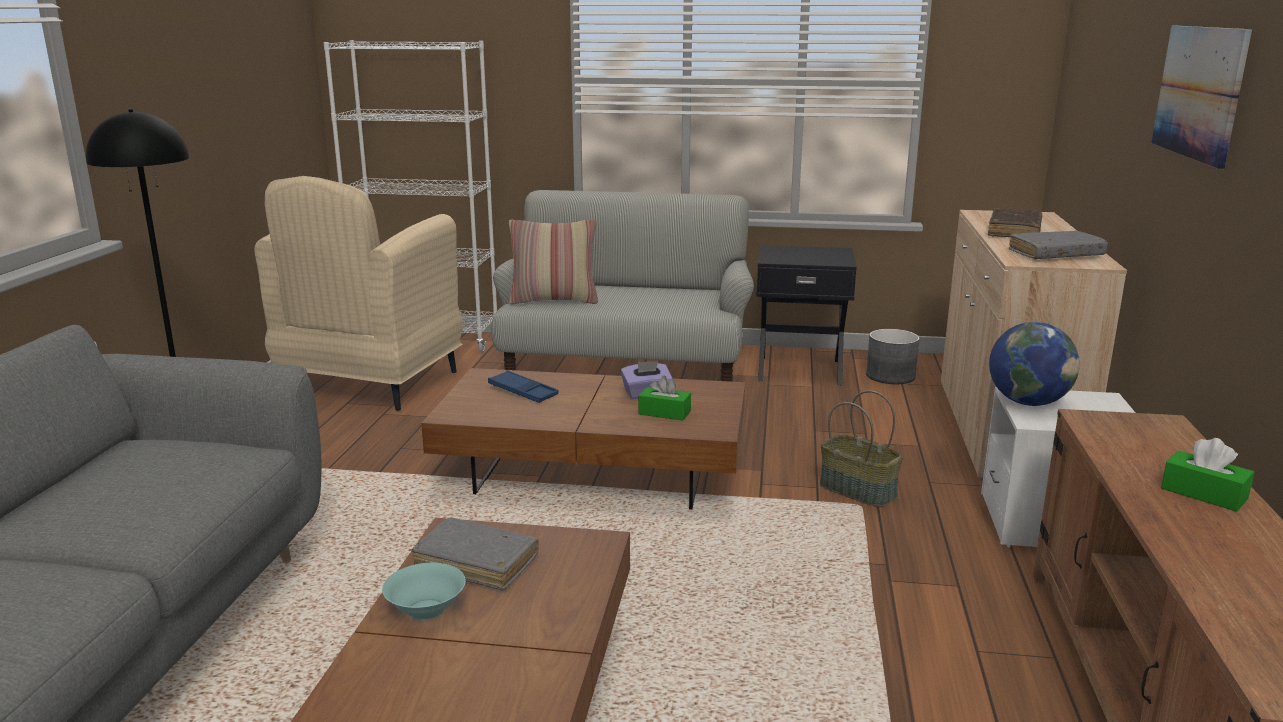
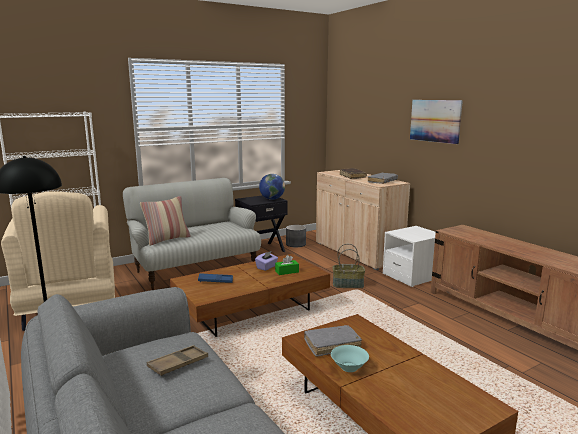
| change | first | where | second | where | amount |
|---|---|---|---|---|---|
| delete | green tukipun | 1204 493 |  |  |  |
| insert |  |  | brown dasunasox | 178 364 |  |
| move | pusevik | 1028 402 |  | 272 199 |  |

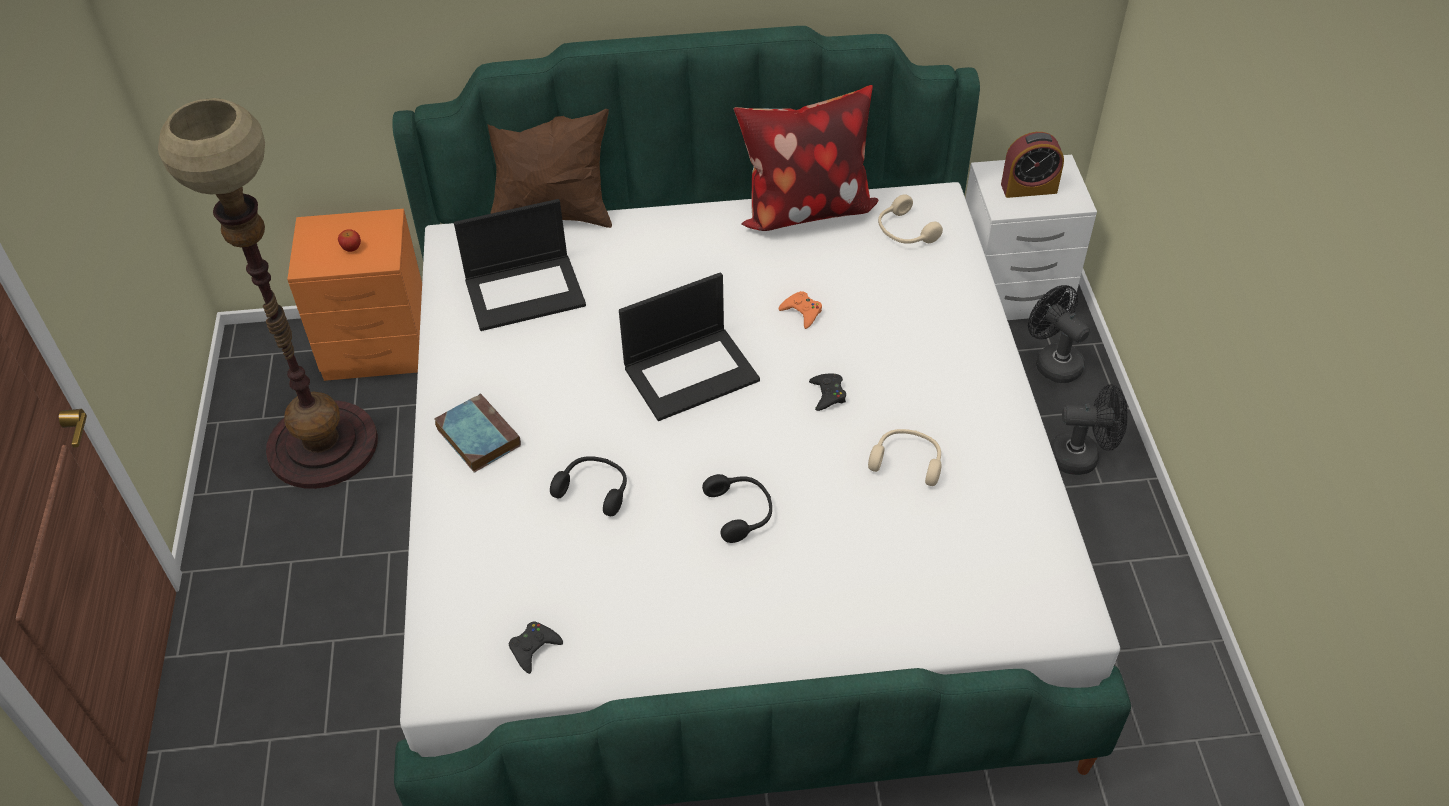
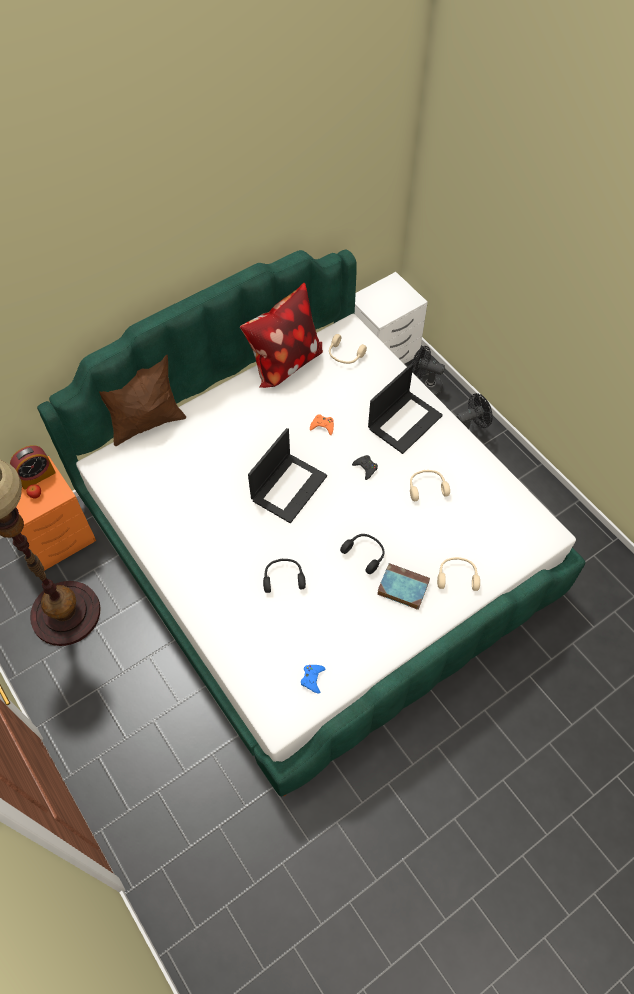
| change | first | where | second | where | amount |
|---|---|---|---|---|---|
| insert |  |  | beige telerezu | 457 576 |  |
| move | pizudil | 477 436 |  | 401 588 |  |
| move | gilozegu | 526 291 |  | 404 421 |  |
| move | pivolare | 1029 188 |  | 36 476 |  |
| recolor | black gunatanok | 534 648 | blue gunatanok | 312 678 |  |

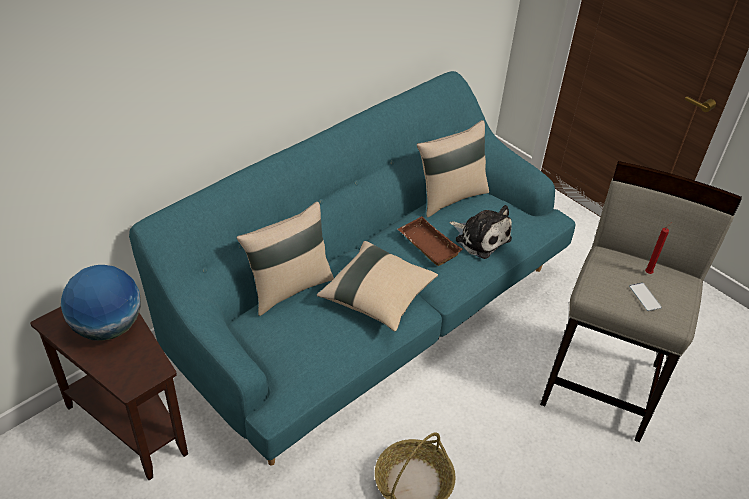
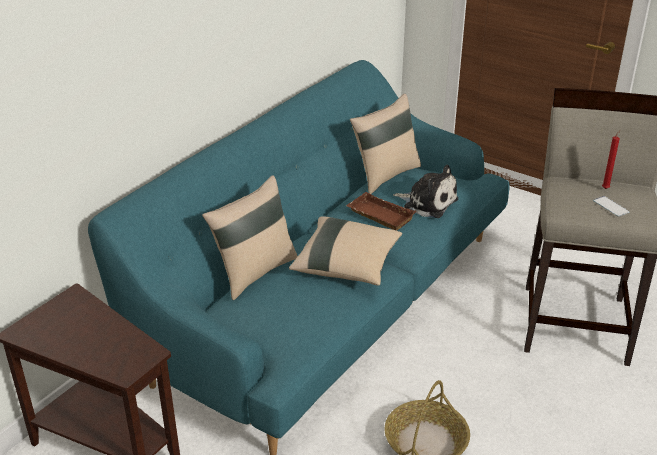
| change | first | where | second | where | amount |
|---|---|---|---|---|---|
| delete | pusevik | 108 327 |  |  |  |

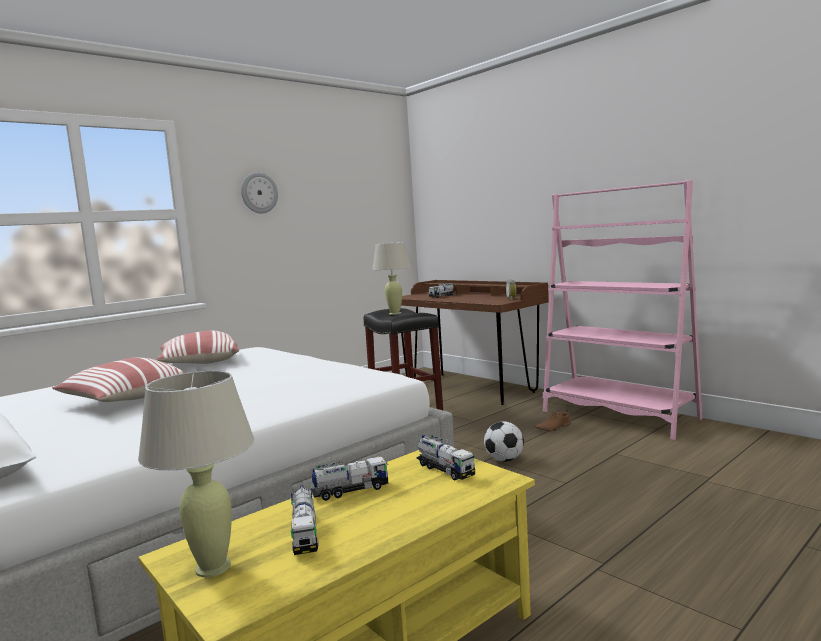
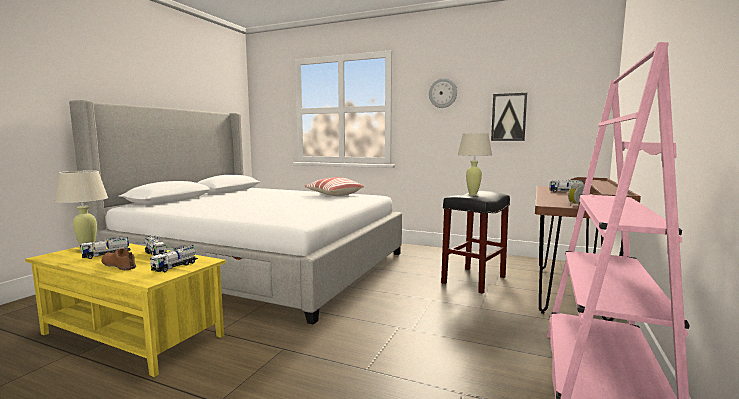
| change | first | where | second | where | amount |
|---|---|---|---|---|---|
| delete | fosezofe | 124 400 |  |  |  |
| delete | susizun | 504 460 |  |  |  |
| insert |  |  | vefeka | 508 117 |  |
| move | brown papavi | 553 428 |  | 119 265 |  |

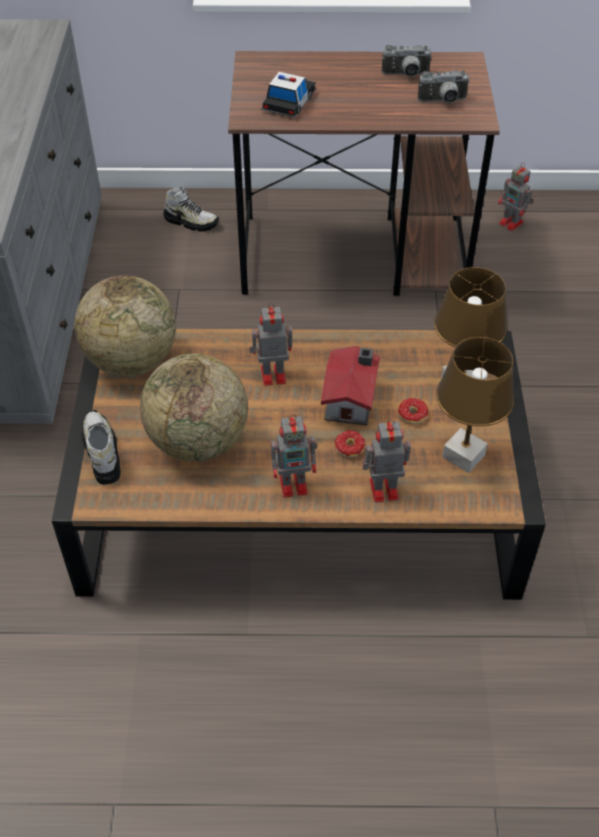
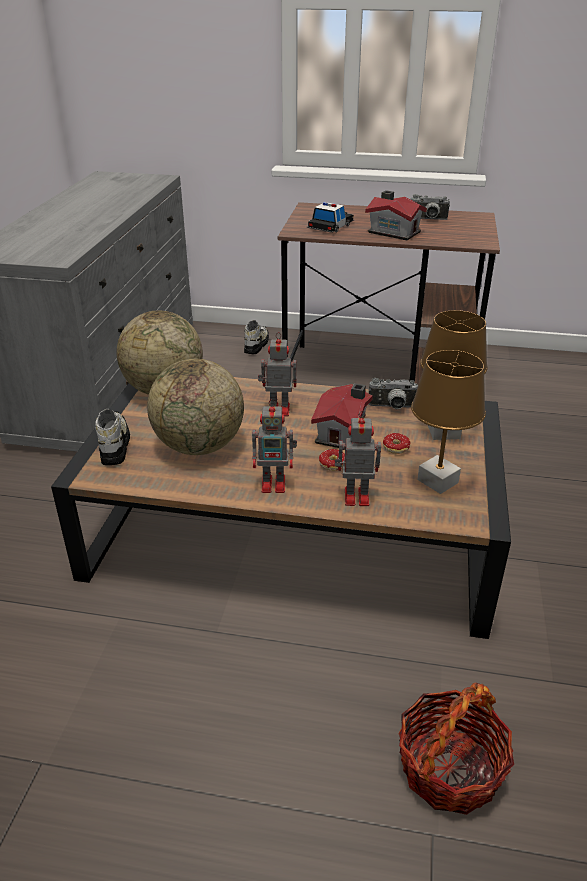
| change | first | where | second | where | amount |
|---|---|---|---|---|---|
| delete | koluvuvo | 512 223 |  |  |  |
| insert |  |  | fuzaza | 393 231 |  |
| insert |  |  | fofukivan | 449 769 |  |
| move | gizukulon | 443 101 |  | 392 407 |  |
| rotate | papavi | 191 222 |  | 256 345 | 105 degrees counterclockwise |

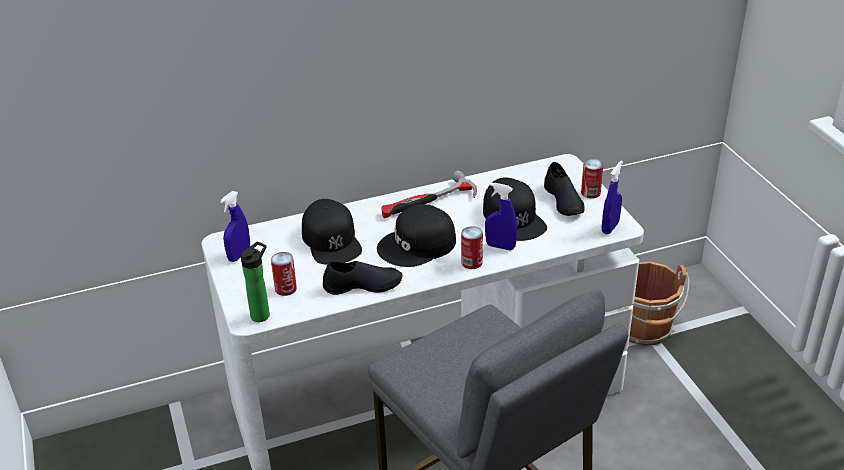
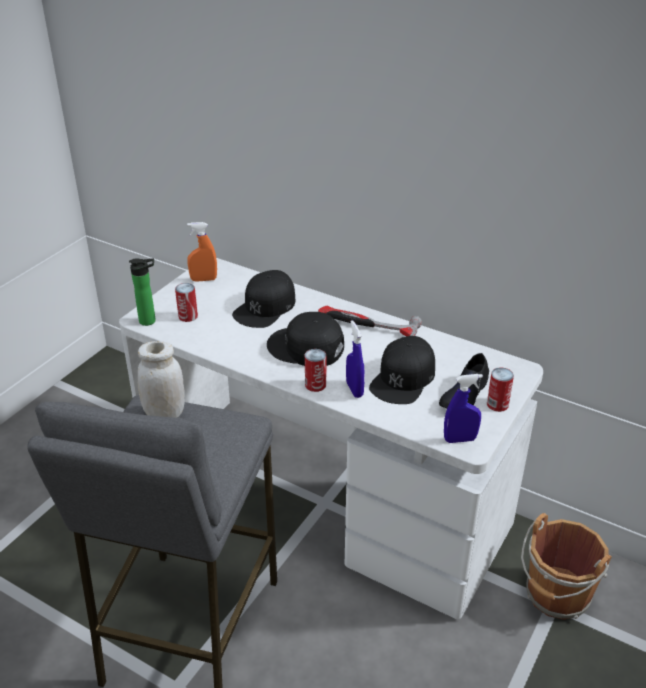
| change | first | where | second | where | amount |
|---|---|---|---|---|---|
| delete | black papavi | 363 285 |  |  |  |
| insert |  |  | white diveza | 165 413 |  |
| recolor | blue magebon | 239 255 | orange magebon | 203 279 |  |

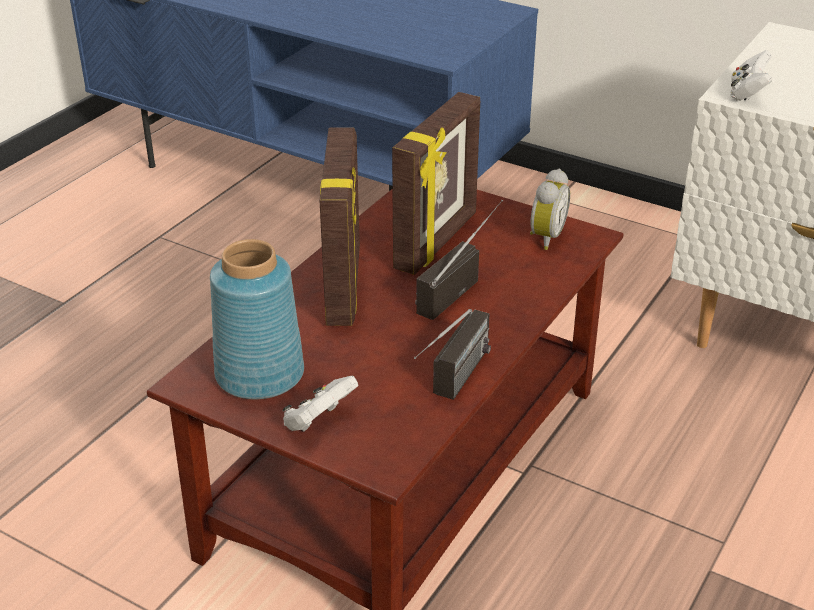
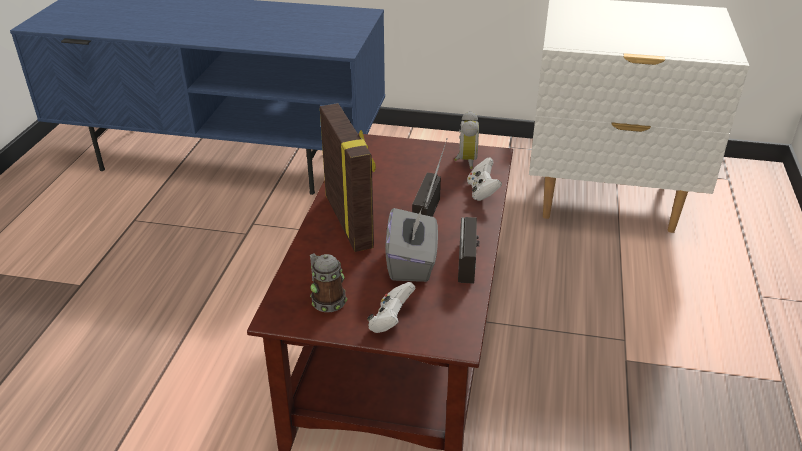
| change | first | where | second | where | amount |
|---|---|---|---|---|---|
| delete | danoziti | 438 242 |  |  |  |
| insert |  |  | grey tukipun | 412 263 |  |
| move | white gunatanok | 747 93 |  | 482 192 |  |
| replace | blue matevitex | 258 375 | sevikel | 326 299 |  |

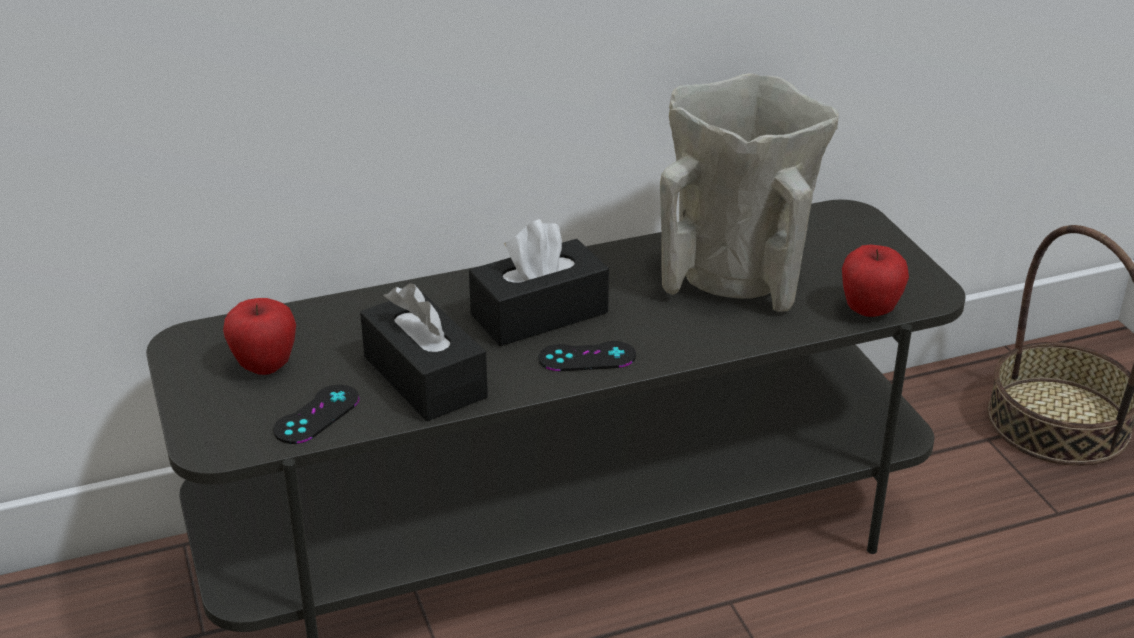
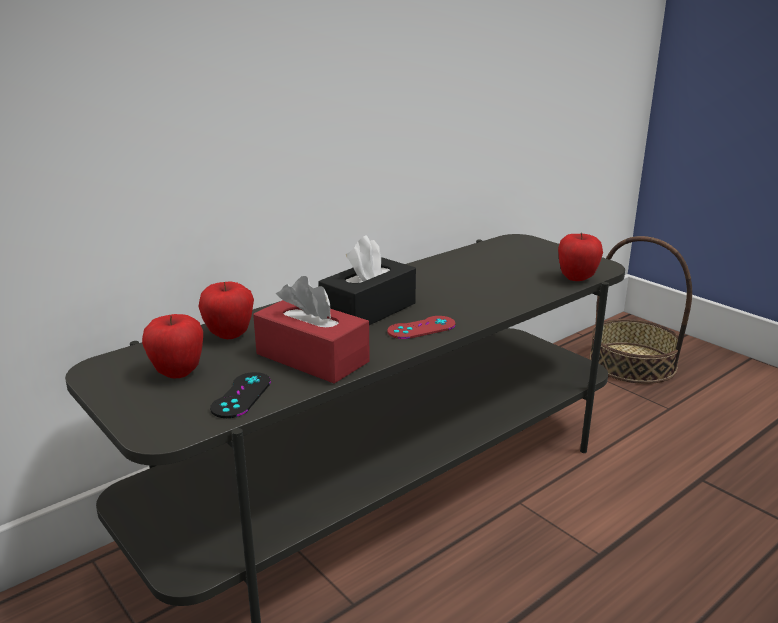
| change | first | where | second | where | amount |
|---|---|---|---|---|---|
| delete | beige matevitex | 739 274 |  |  |  |
| insert |  |  | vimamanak | 229 336 |  |
| recolor | black tukipun | 425 377 | red tukipun | 312 358 |  |
| recolor | black gunatanok | 587 357 | red gunatanok | 421 328 |  |

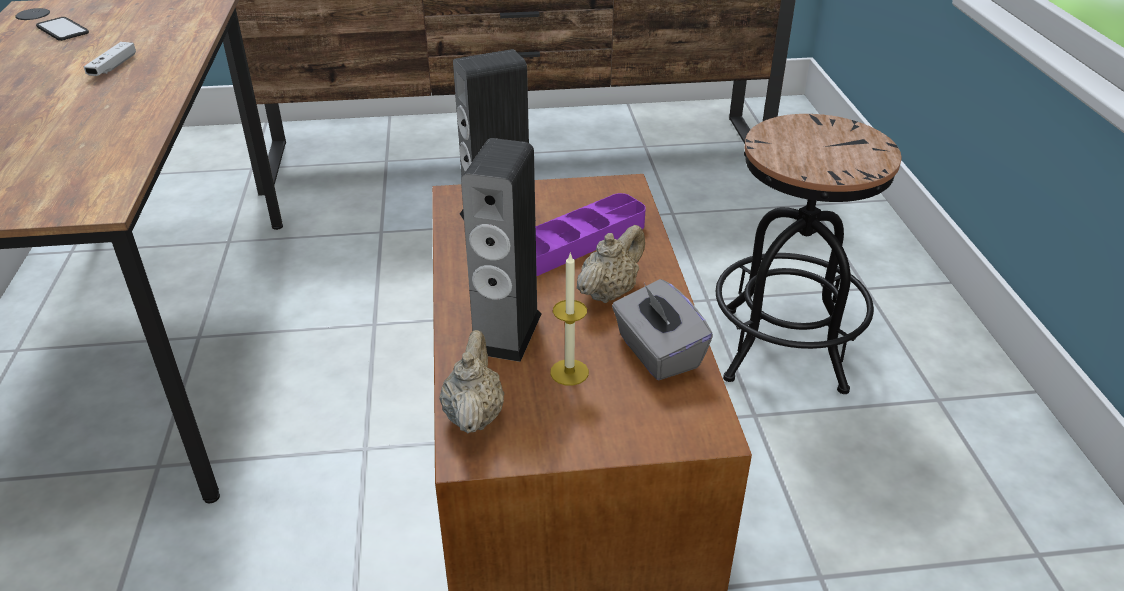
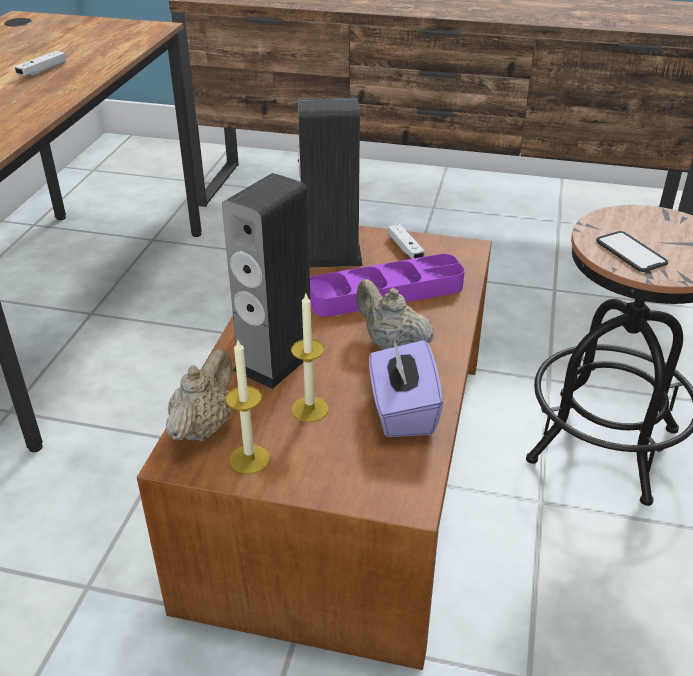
| change | first | where | second | where | amount |
|---|---|---|---|---|---|
| insert |  |  | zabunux | 249 459 |  |
| insert |  |  | white gunatanok | 405 248 |  |
| move | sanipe | 63 30 |  | 630 252 |  |
| recolor | grey tukipun | 657 353 | purple tukipun | 402 411 |  |
| rotate | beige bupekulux | 609 292 |  | 391 344 | 105 degrees counterclockwise |

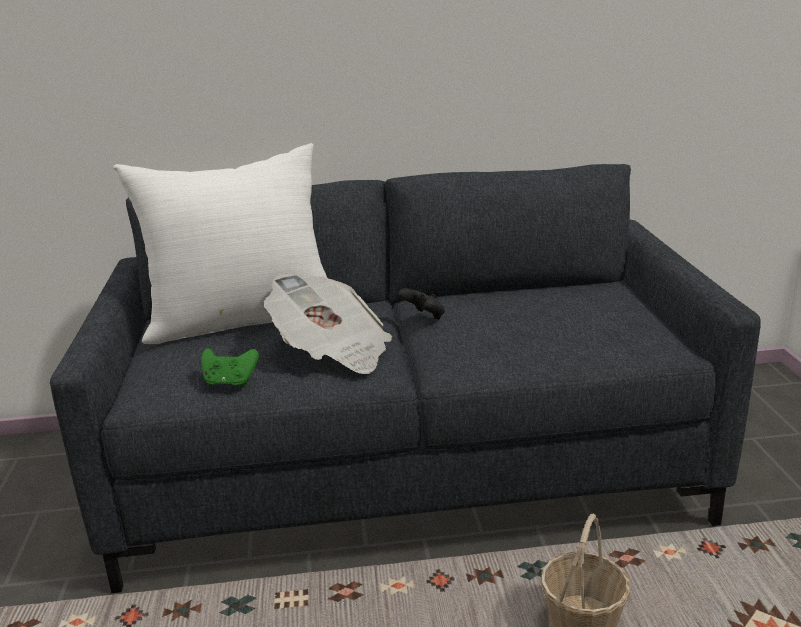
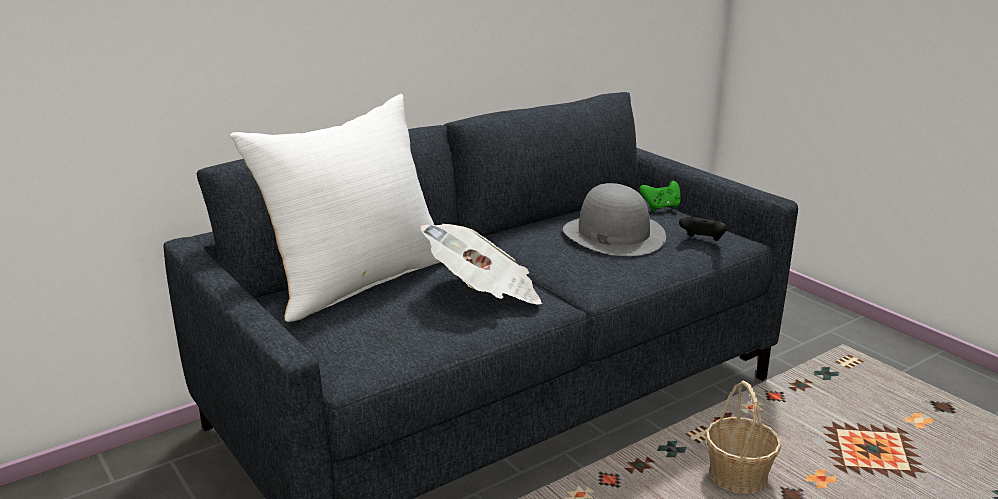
| change | first | where | second | where | amount |
|---|---|---|---|---|---|
| insert |  |  | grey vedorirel | 613 234 |  |
| move | green gunatanok | 230 383 |  | 661 207 |  |
| move | black gunatanok | 424 317 |  | 702 241 |  |

